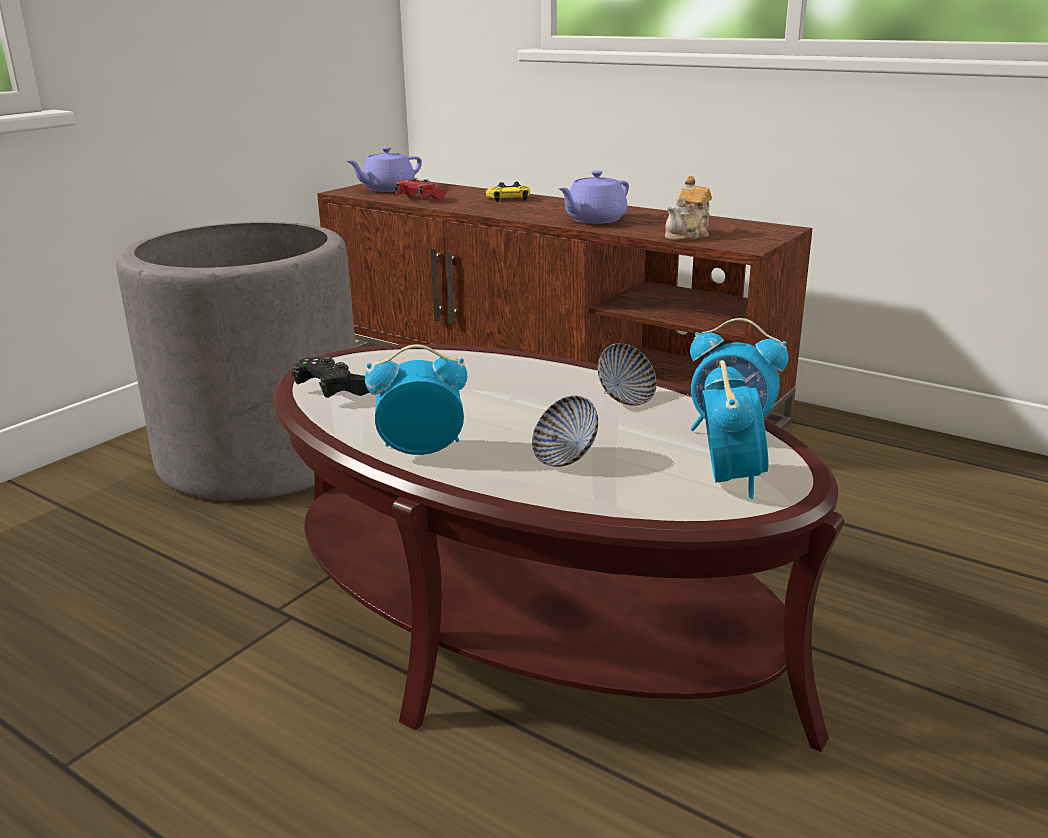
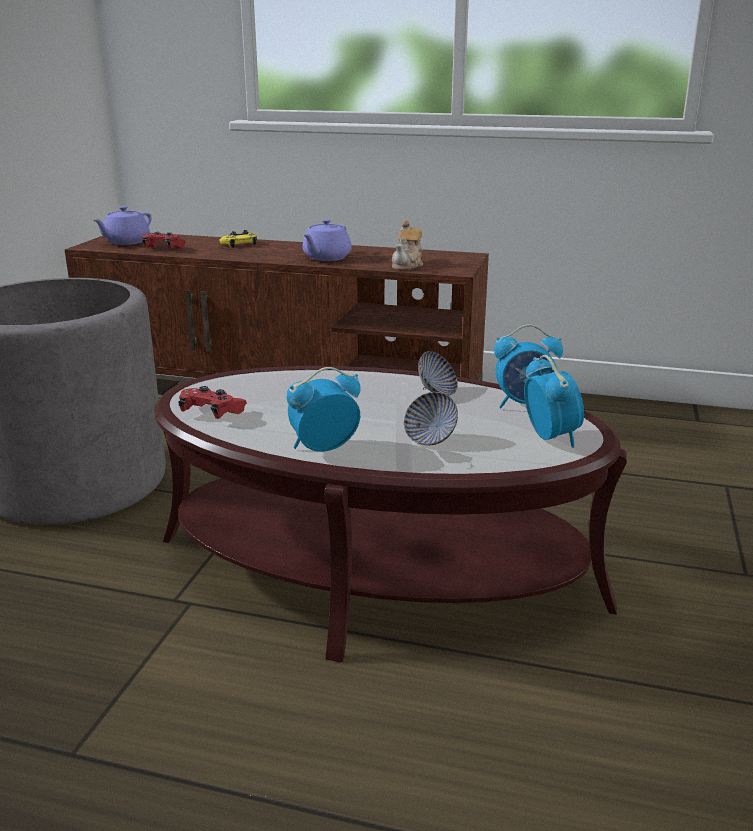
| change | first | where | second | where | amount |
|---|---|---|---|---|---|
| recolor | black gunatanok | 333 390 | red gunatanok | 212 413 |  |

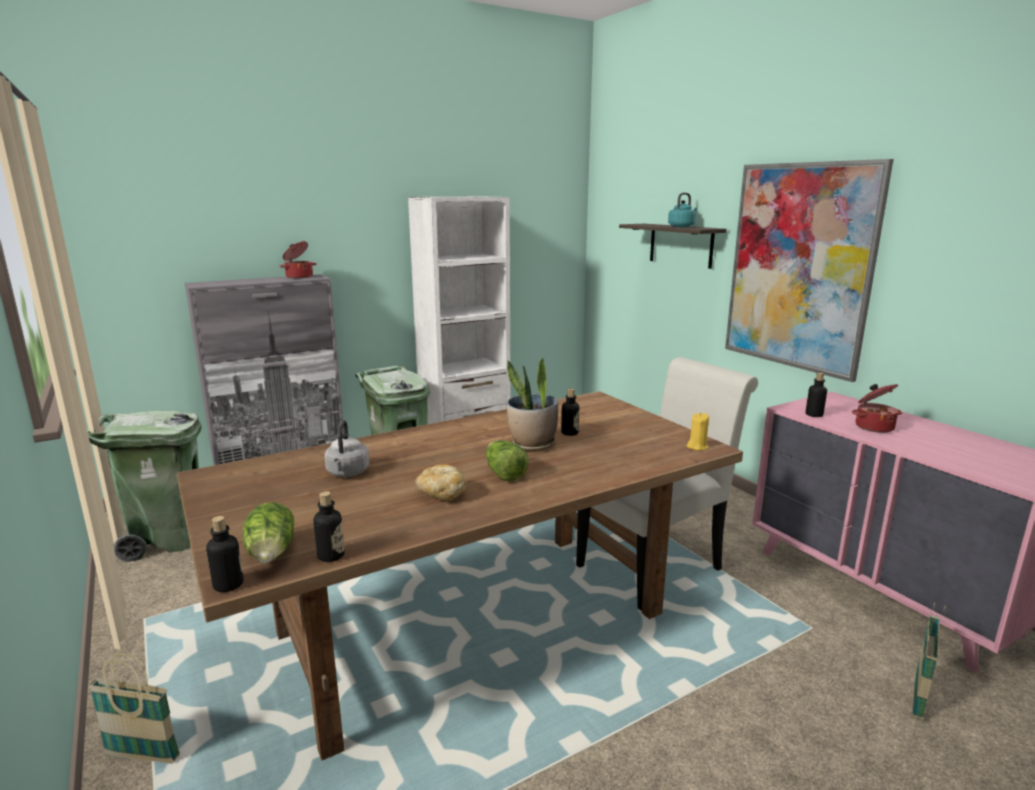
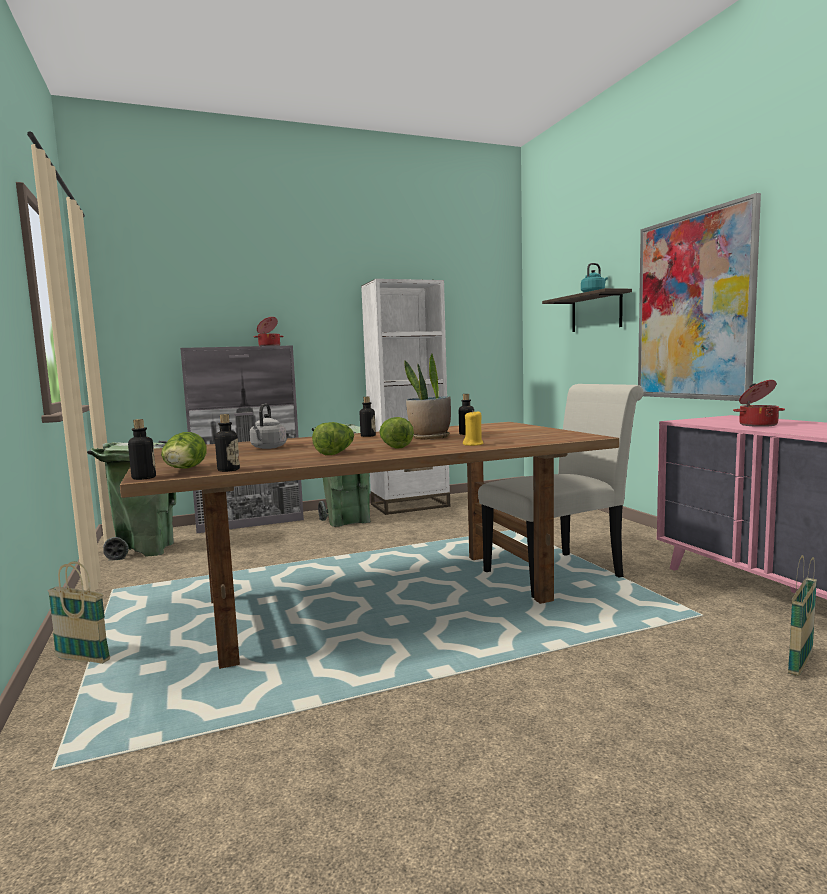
| change | first | where | second | where | amount |
|---|---|---|---|---|---|
| move | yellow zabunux | 697 446 |  | 473 444 |  |
| move | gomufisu | 814 414 |  | 368 436 |  |
| replace | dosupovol | 441 494 | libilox | 336 452 |  |

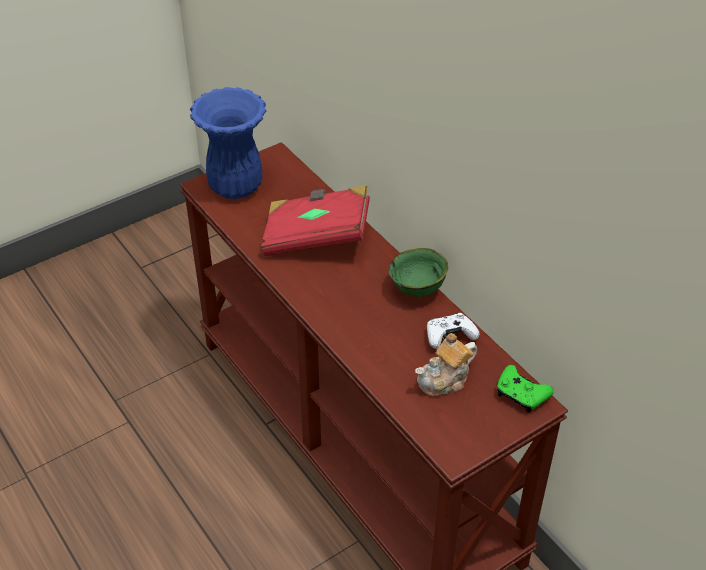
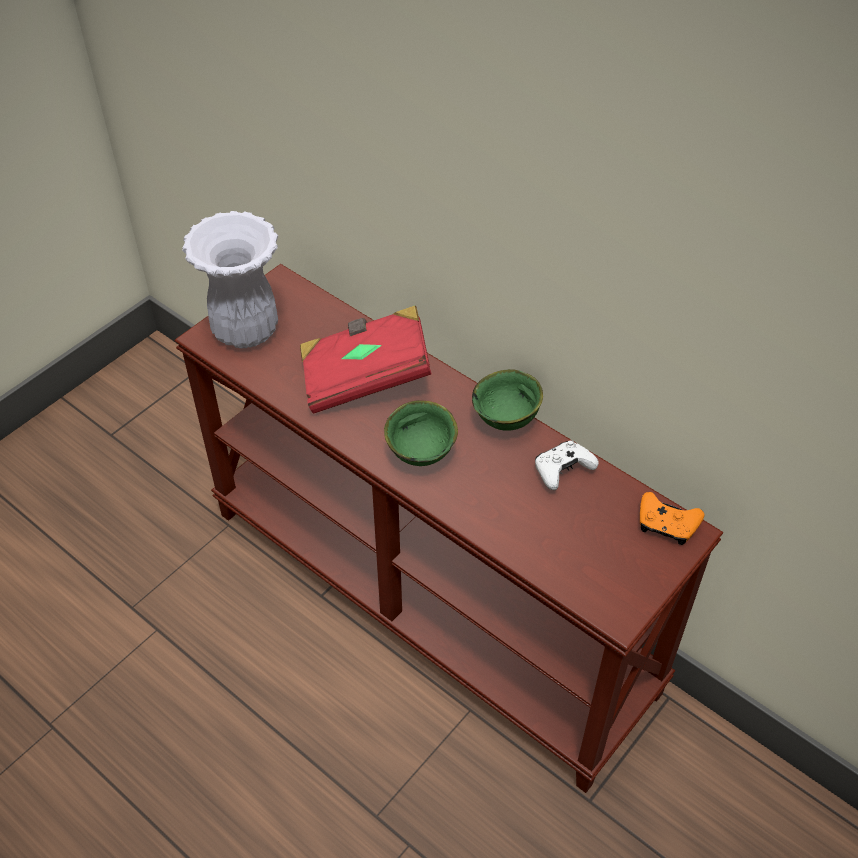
| change | first | where | second | where | amount |
|---|---|---|---|---|---|
| delete | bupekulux | 445 380 |  |  |  |
| insert |  |  | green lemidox | 422 453 |  |
| recolor | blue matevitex | 236 186 | white matevitex | 245 330 |  |
| recolor | green gunatanok | 521 395 | orange gunatanok | 666 525 |  |

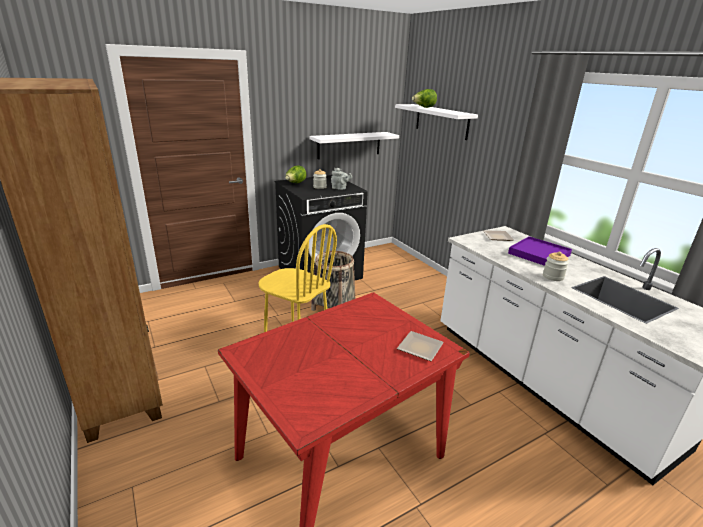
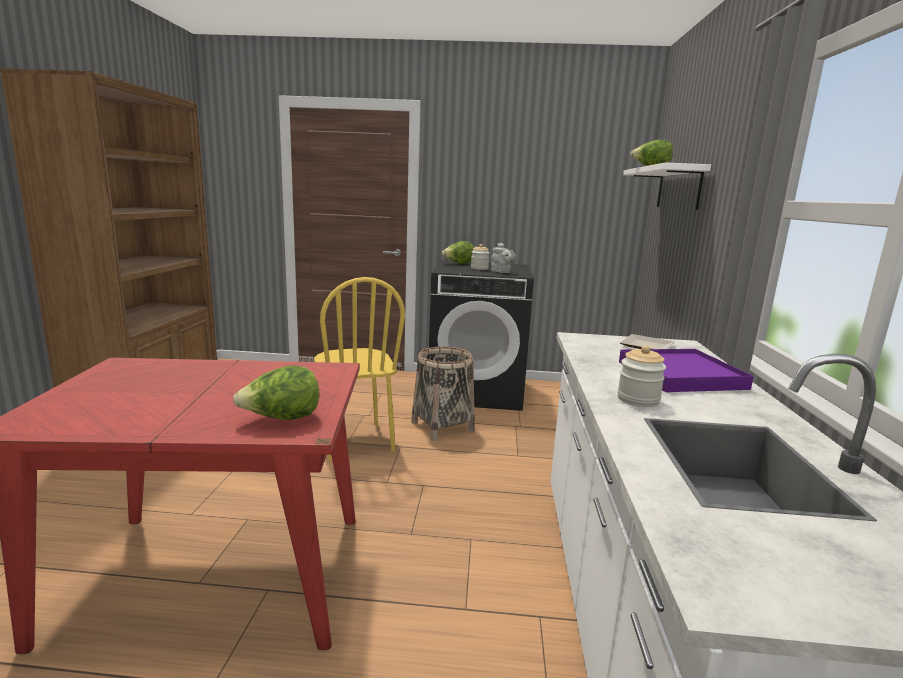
| change | first | where | second | where | amount |
|---|---|---|---|---|---|
| delete | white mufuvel | 349 145 |  |  |  |
| replace | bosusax | 421 347 | libilox | 282 419 |  |

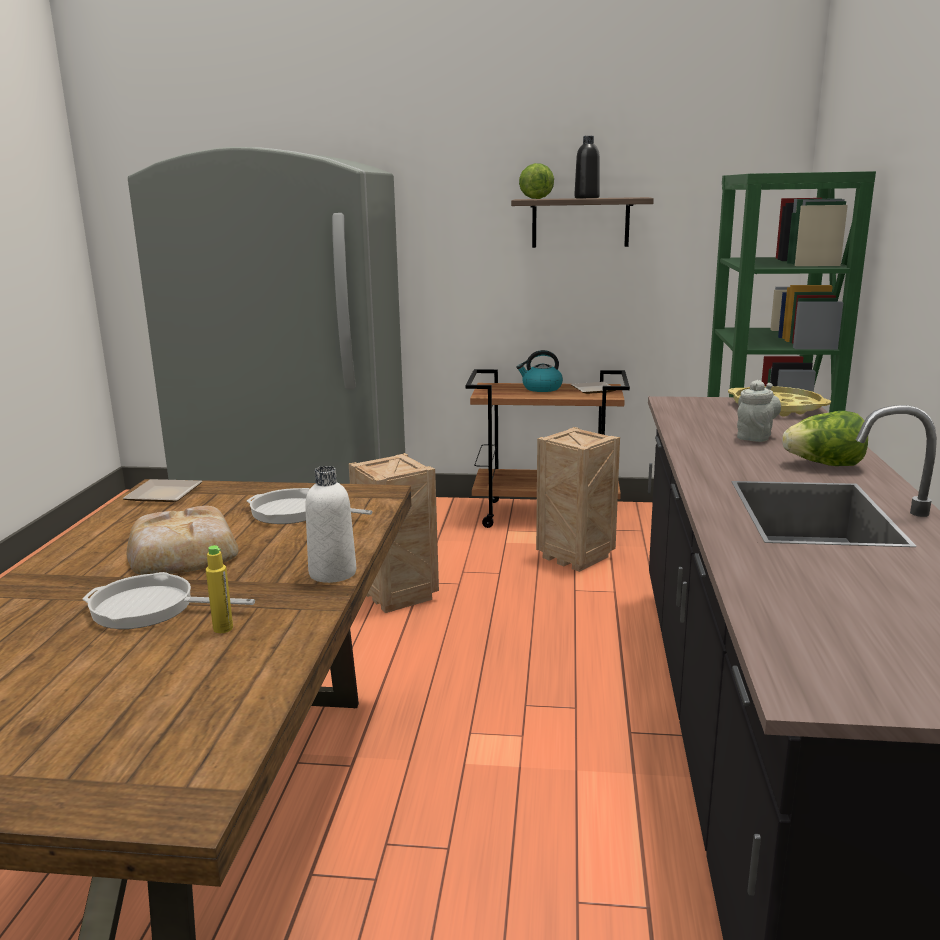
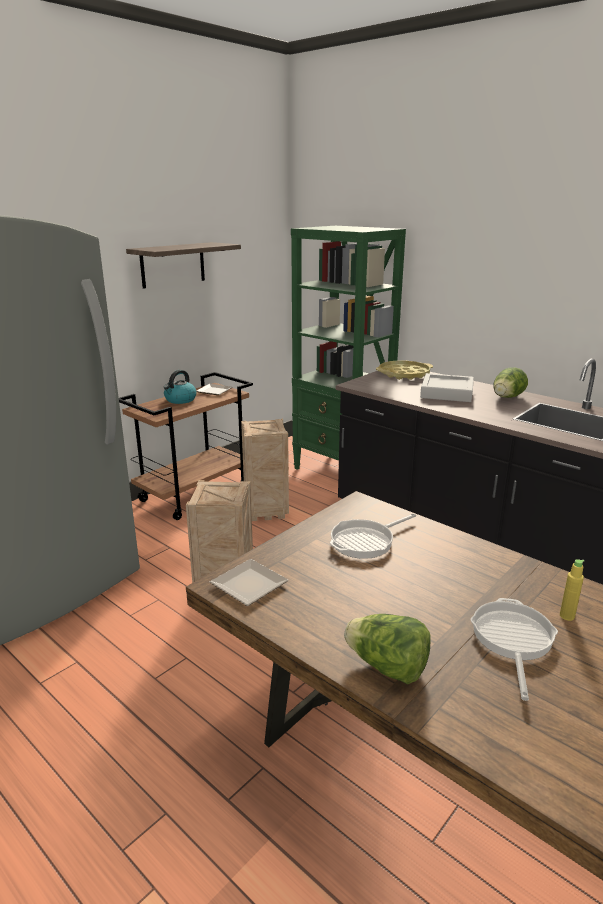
| change | first | where | second | where | amount |
|---|---|---|---|---|---|
| delete | dosupovol | 182 553 |  |  |  |
| delete | white gomufisu | 332 573 |  |  |  |
| delete | black gomufisu | 586 198 |  |  |  |
| move | libilox | 534 198 |  | 387 667 |  |
| replace | grey bupekulux | 755 436 | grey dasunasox | 446 393 |  |
| rotate | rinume | 150 608 |  | 512 639 | 150 degrees clockwise |

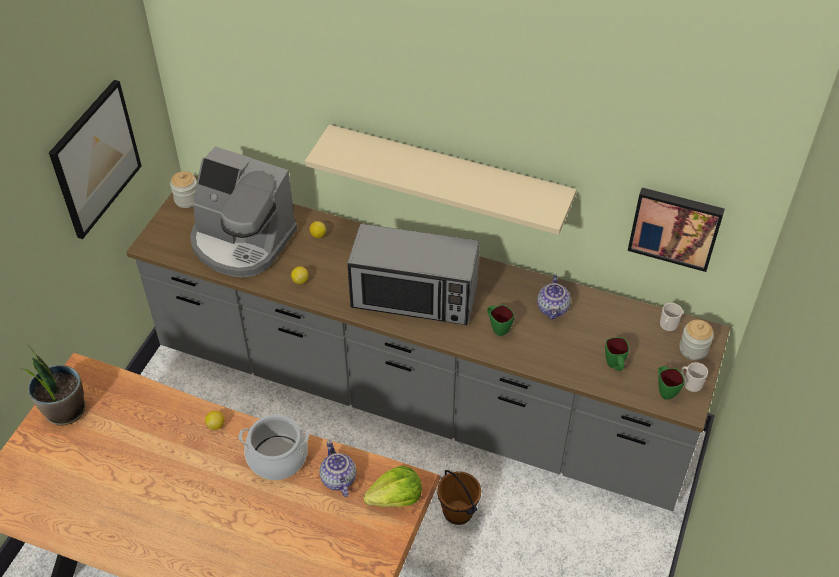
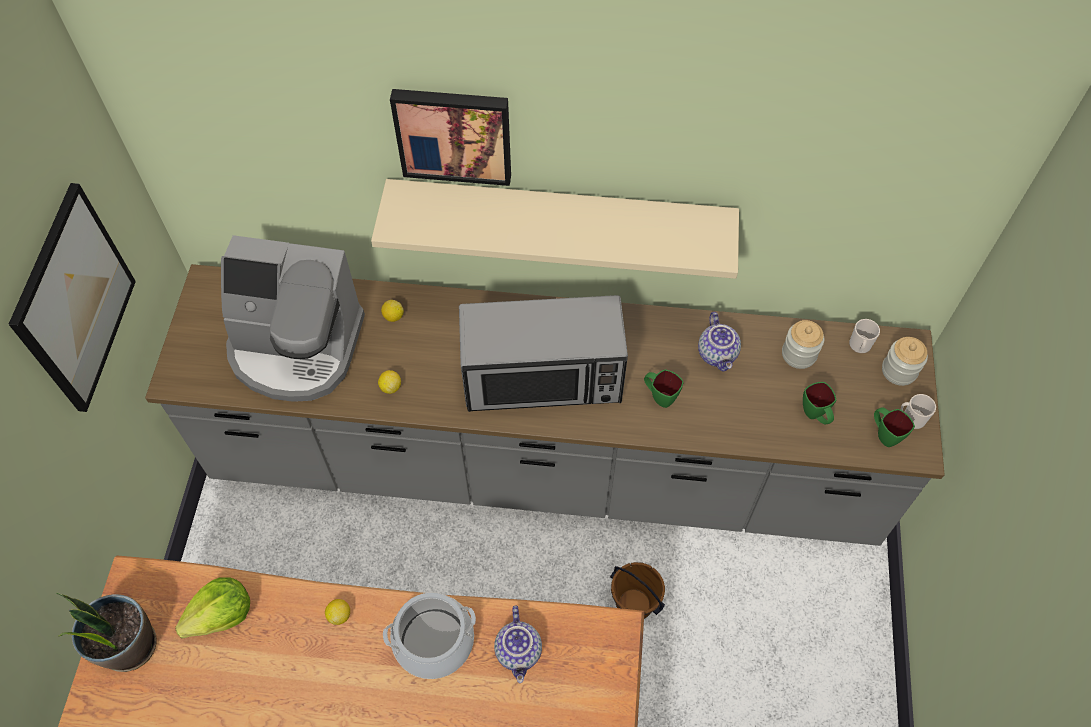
| change | first | where | second | where | amount |
|---|---|---|---|---|---|
| move | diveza | 187 199 |  | 799 354 |  |
| move | libilox | 396 498 |  | 222 615 |  |
| move | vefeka | 675 226 |  | 454 134 |  |
| rotate | bupekulux | 337 479 |  | 519 652 | 150 degrees counterclockwise |

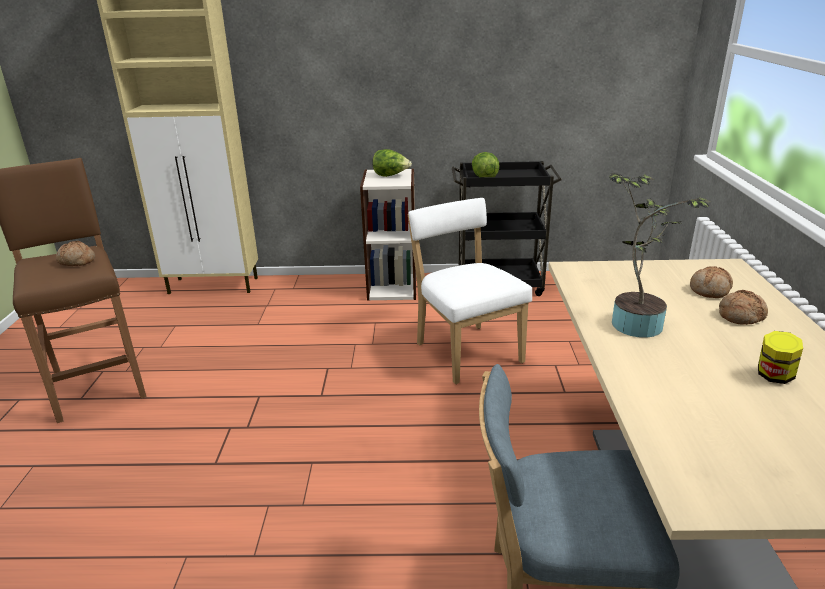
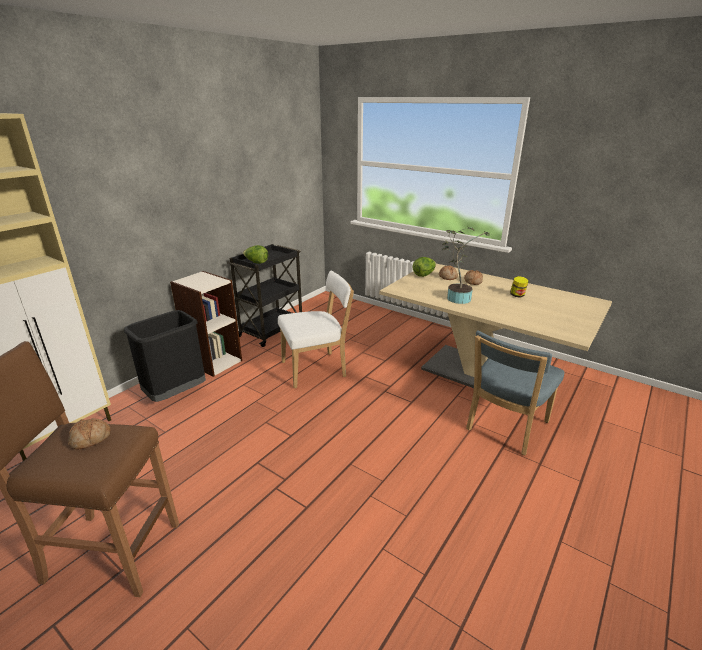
| change | first | where | second | where | amount |
|---|---|---|---|---|---|
| insert |  |  | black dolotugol | 176 393 |  |
| move | libilox | 391 176 |  | 424 275 |  |
| rotate | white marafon | 466 351 |  | 317 369 | 150 degrees clockwise |

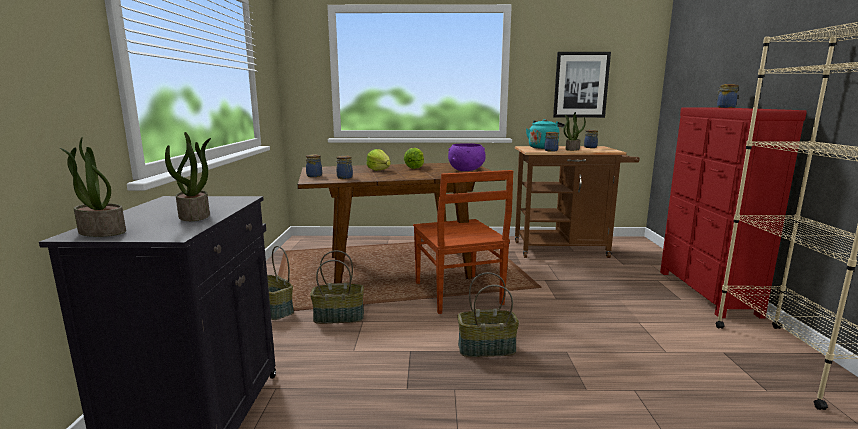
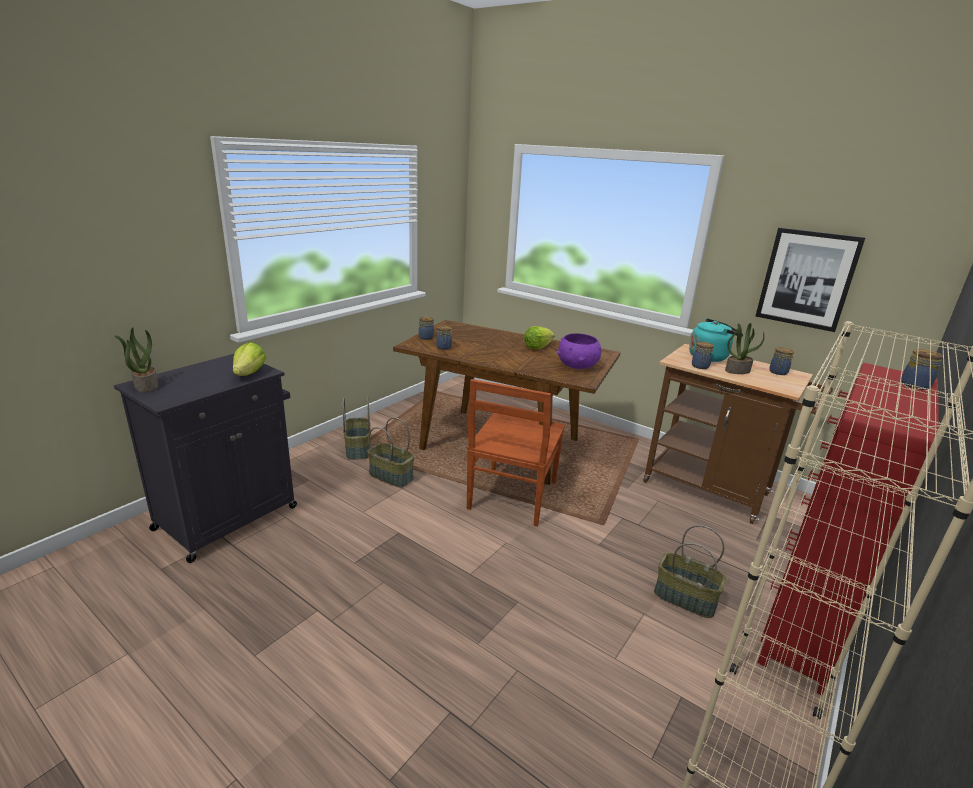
| change | first | where | second | where | amount |
|---|---|---|---|---|---|
| delete | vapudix | 195 216 |  |  |  |
| move | libilox | 379 170 |  | 249 373 |  |
| move | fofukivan | 486 349 |  | 684 598 |  |

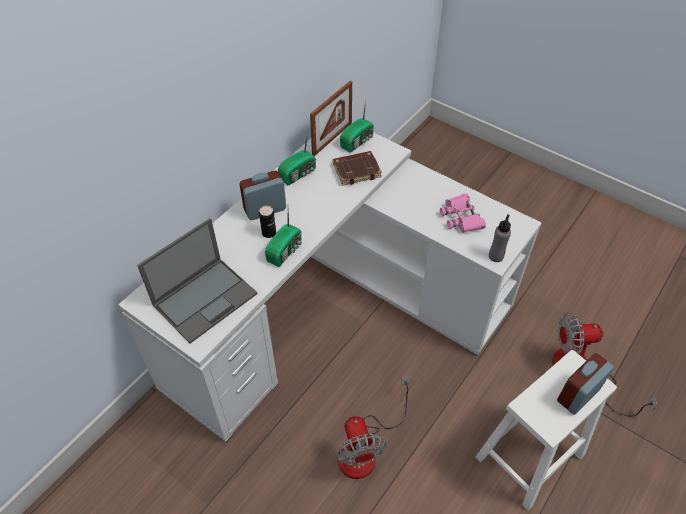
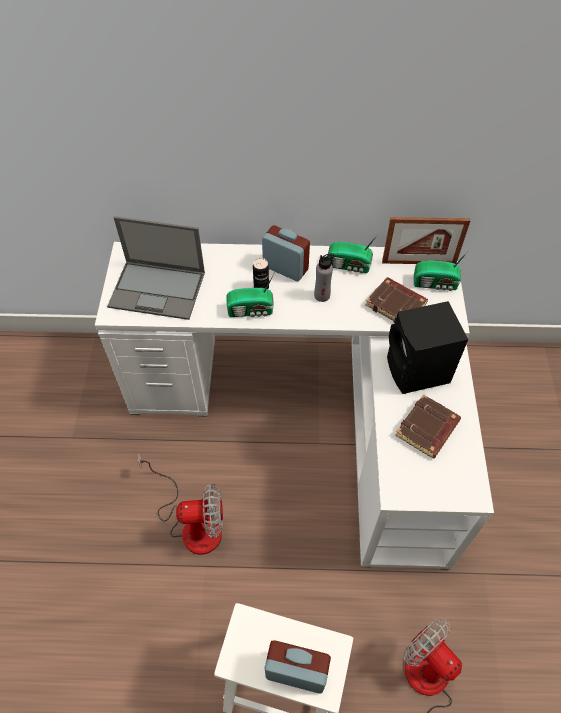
| change | first | where | second | where | amount |
|---|---|---|---|---|---|
| insert |  |  | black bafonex | 417 372 |  |
| move | grey gomufisu | 496 256 |  | 322 295 |  |
| replace | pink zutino | 461 217 | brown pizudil | 427 429 |  |
| rotate | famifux | 365 449 |  | 192 523 | 135 degrees counterclockwise |

